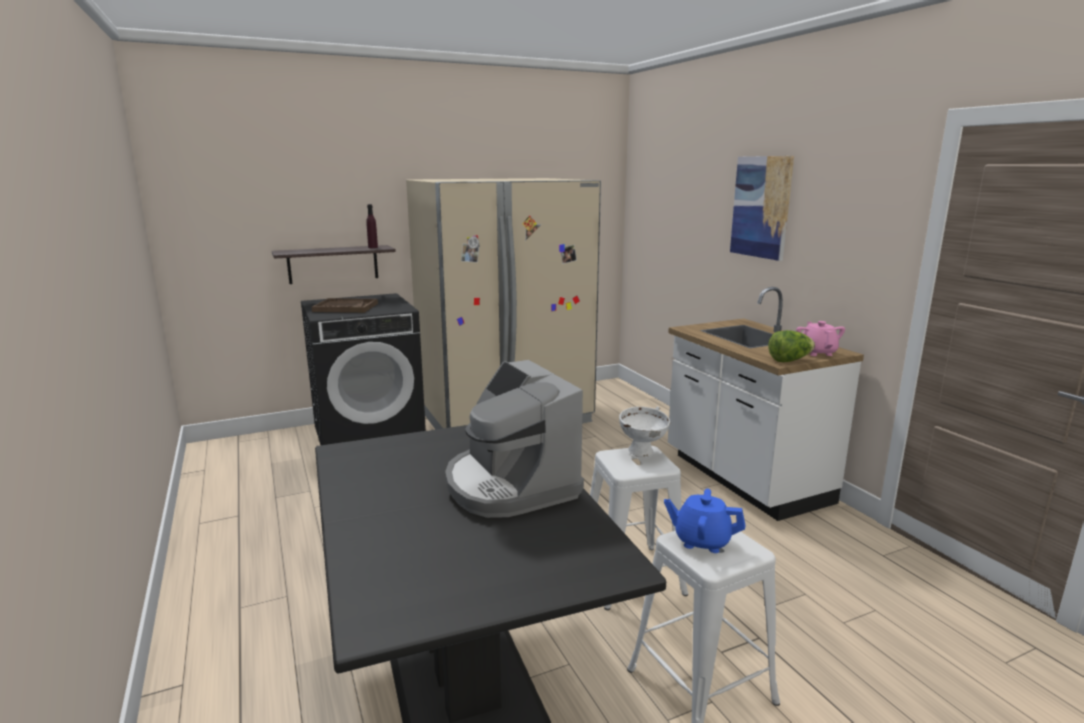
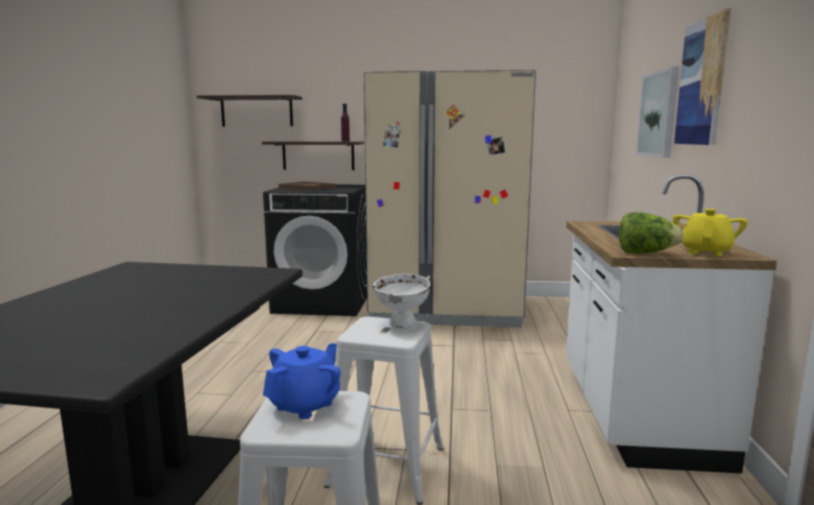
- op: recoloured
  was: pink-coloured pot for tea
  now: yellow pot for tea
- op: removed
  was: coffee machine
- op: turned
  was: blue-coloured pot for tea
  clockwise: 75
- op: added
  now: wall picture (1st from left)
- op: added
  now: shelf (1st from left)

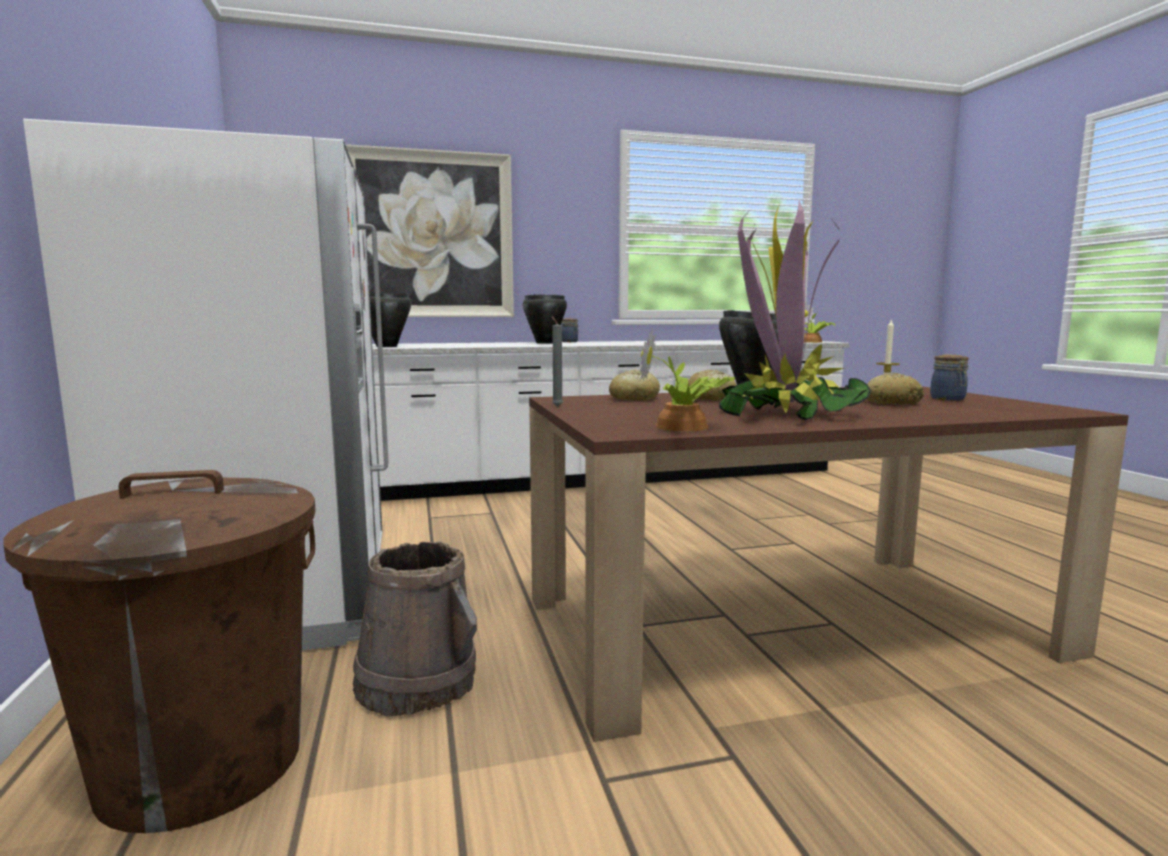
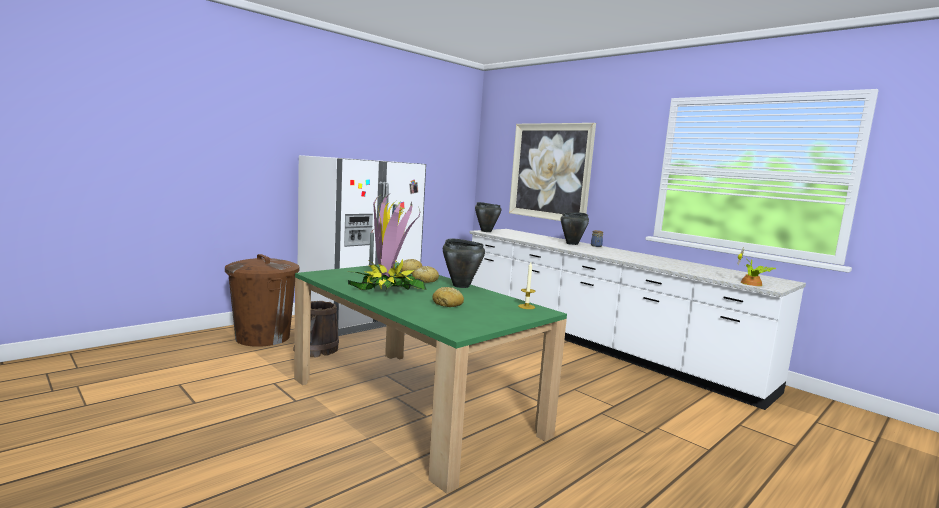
- op: removed
  was: plant in a pot (1st from left)
- op: removed
  was: preserve jar (2nd from left)
- op: recoloured
  was: brown-coloured dinner table
  now: greenish dinner table

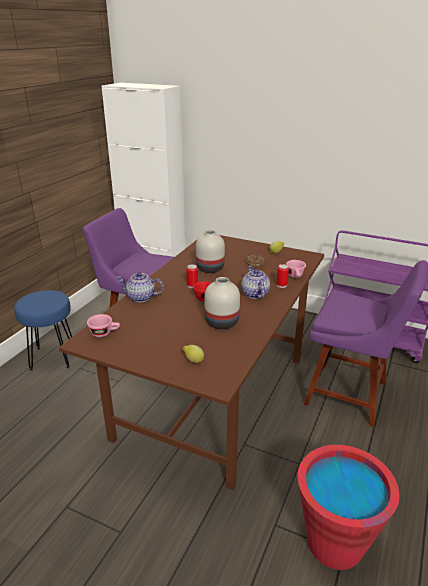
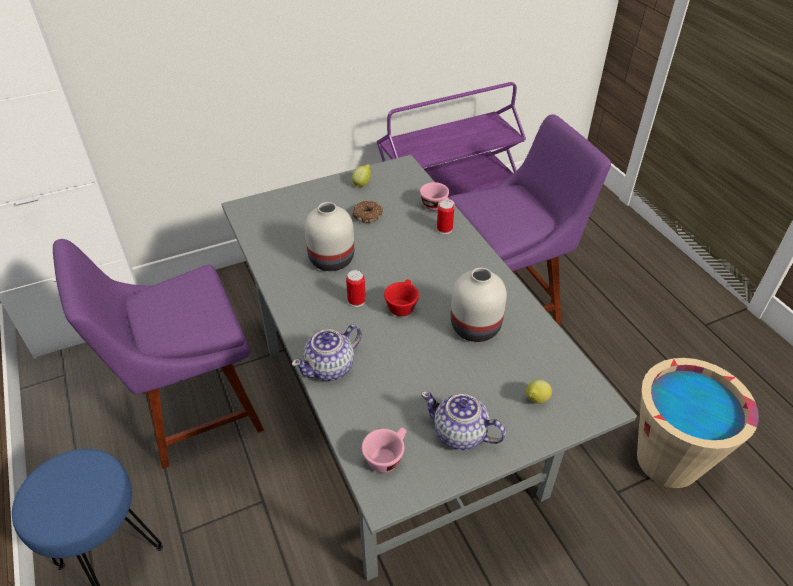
- op: recoloured
  was: brown-coloured dinner table
  now: grey dinner table
- op: moved
  was: pot for tea (2nd from left)
- op: recoloured
  was: reddish water bucket
  now: beige-coloured water bucket

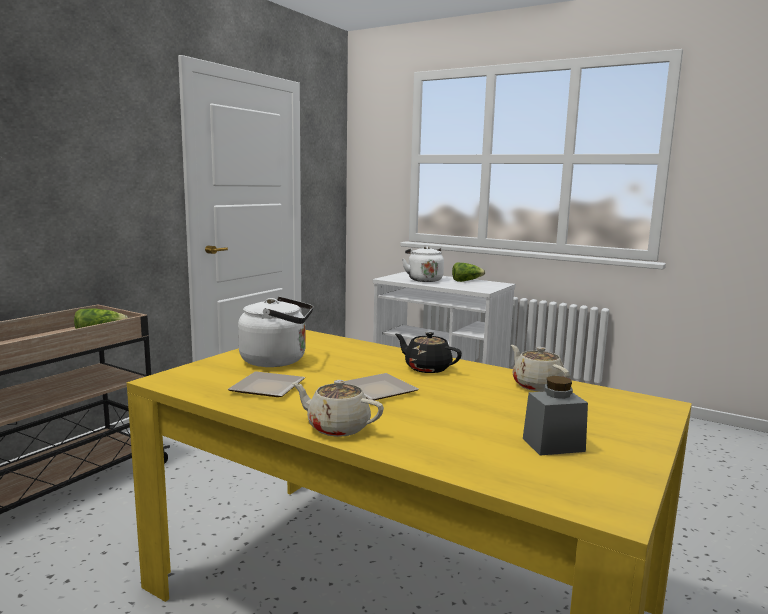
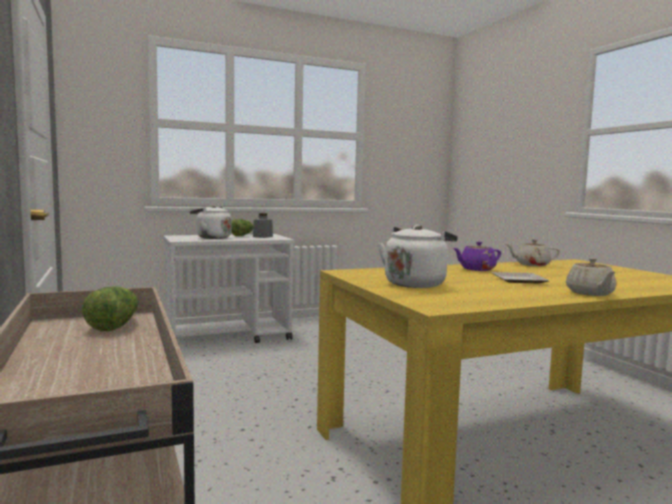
- op: recoloured
  was: black-coloured pot for tea
  now: purple-coloured pot for tea
- op: removed
  was: plate (1st from left)
- op: moved
  was: grey preserve jar
- op: turned
  was: beige-coloured pot for tea (1st from left in the first image)
  clockwise: -60

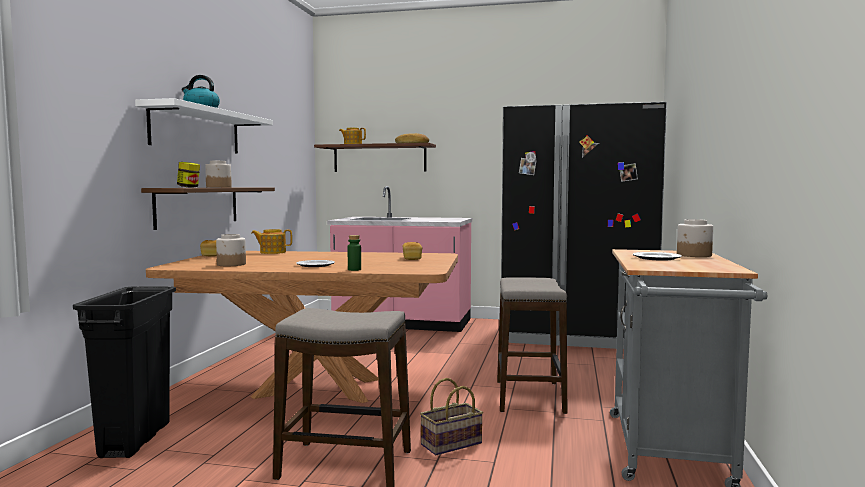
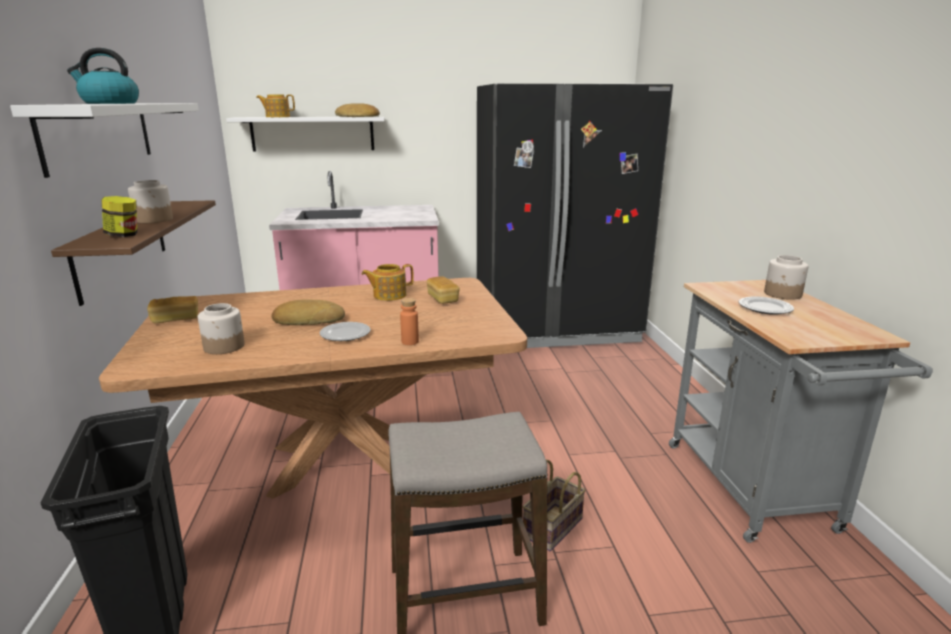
- op: recoloured
  was: brown-coloured shelf (2nd from left)
  now: whitish shelf (2nd from left)
- op: moved
  was: pot for tea (1st from left in the first image)
  now: pot for tea (2nd from left)
- op: recoloured
  was: greenish drink bottle
  now: orange-coloured drink bottle
- op: removed
  was: stool (2nd from left)
- op: added
  now: bakery bread (2nd from left)

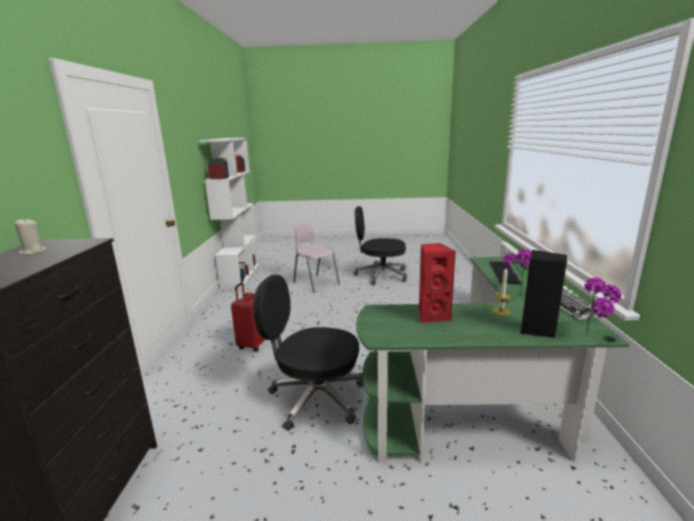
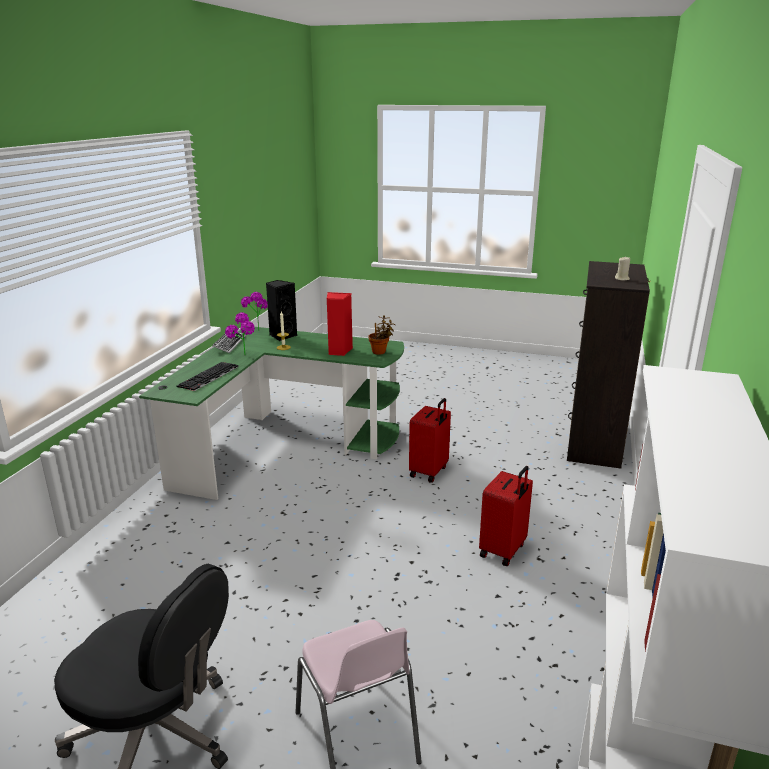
- op: replaced
  was: black-coloured office chair (1st from left)
  now: reddish travel case (1st from left)
- op: added
  now: plant in a pot (3rd from left)

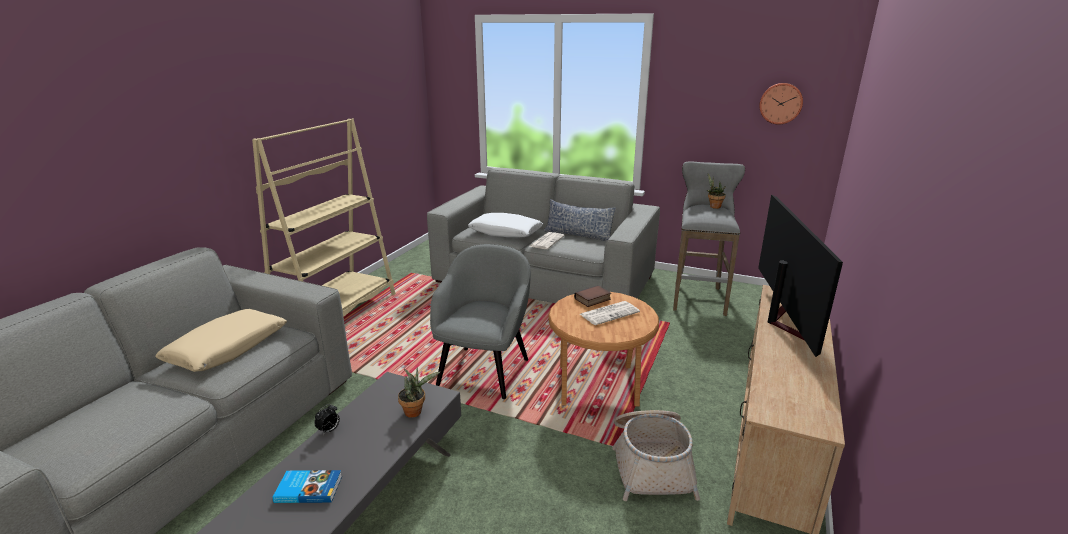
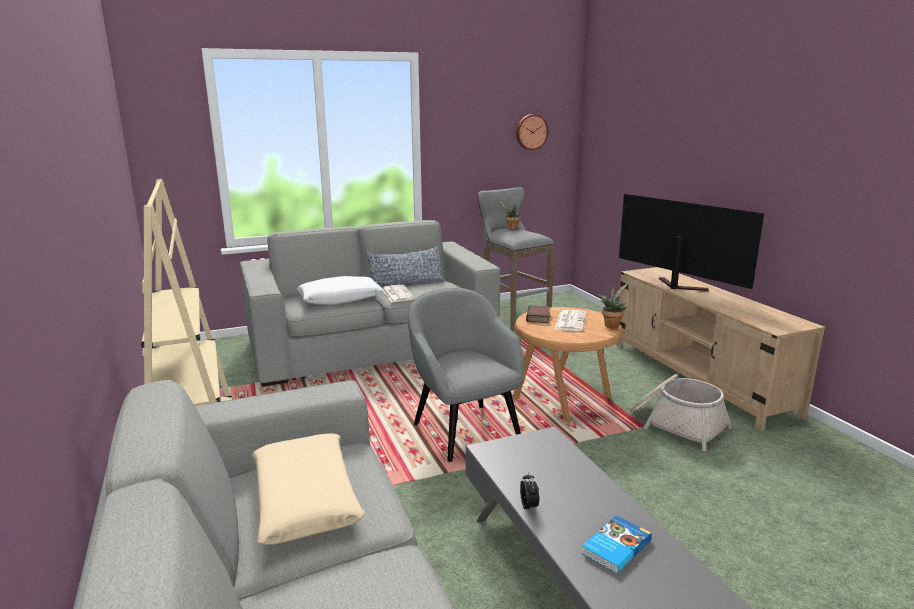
- op: moved
  was: plant in a pot (1st from left in the first image)
  now: plant in a pot (2nd from left)

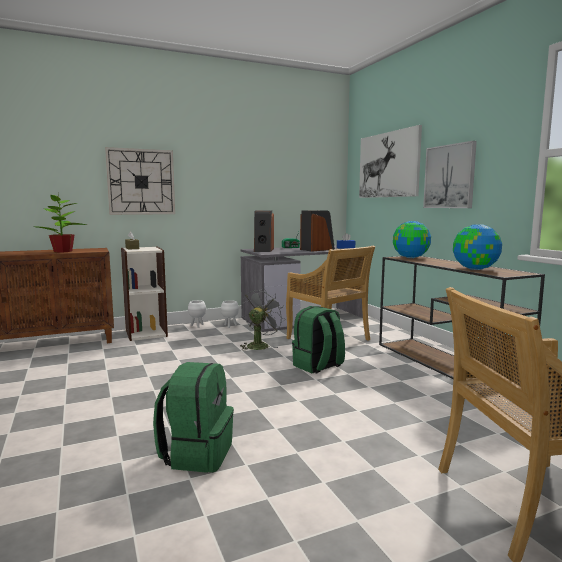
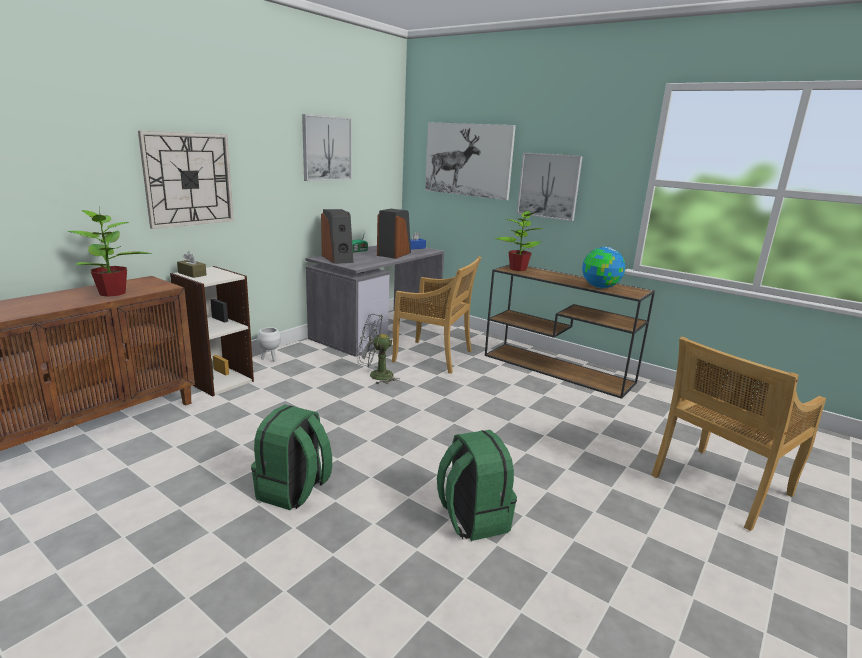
- op: replaced
  was: world globe (1st from left)
  now: plant in a pot (2nd from left)
- op: turned
  was: grey electric fan
  clockwise: -90
- op: removed
  was: whitish plant pot (2nd from left)
- op: moved
  was: greenish knapsack (2nd from left in the first image)
  now: greenish knapsack (1st from left)
- op: added
  now: wall picture (1st from left)

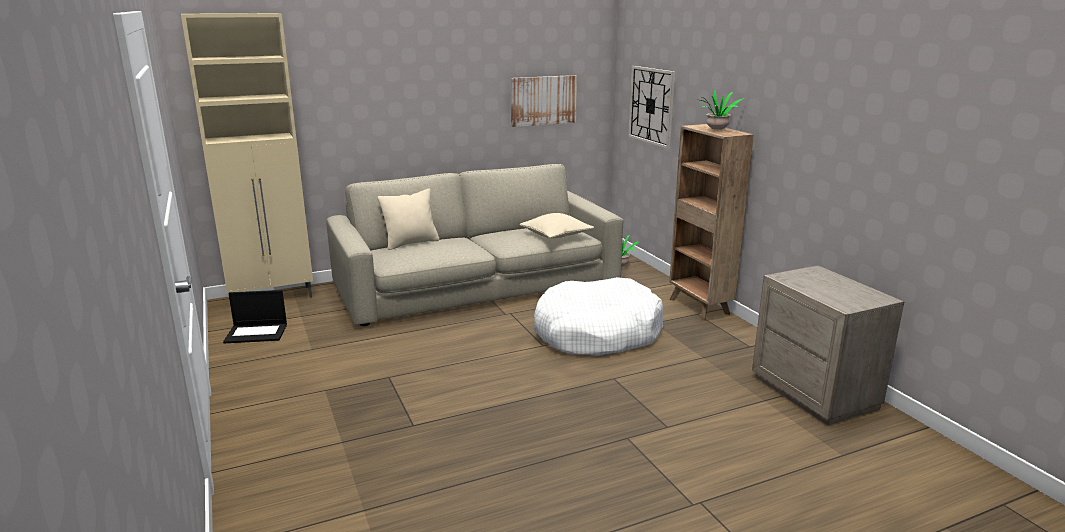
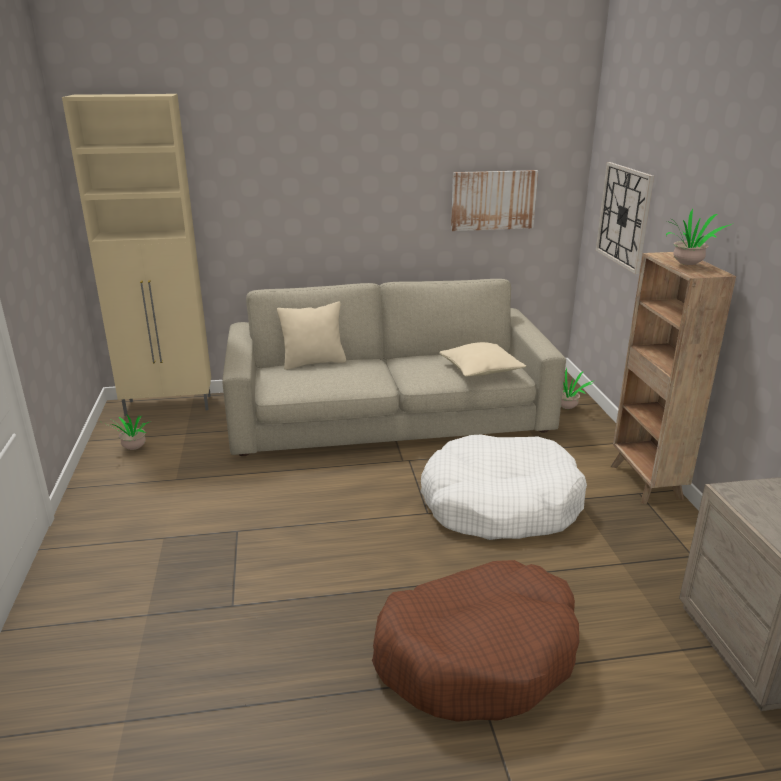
- op: replaced
  was: portable computer
  now: plant in a pot (1st from left)
- op: added
  now: brown-coloured dog cushion

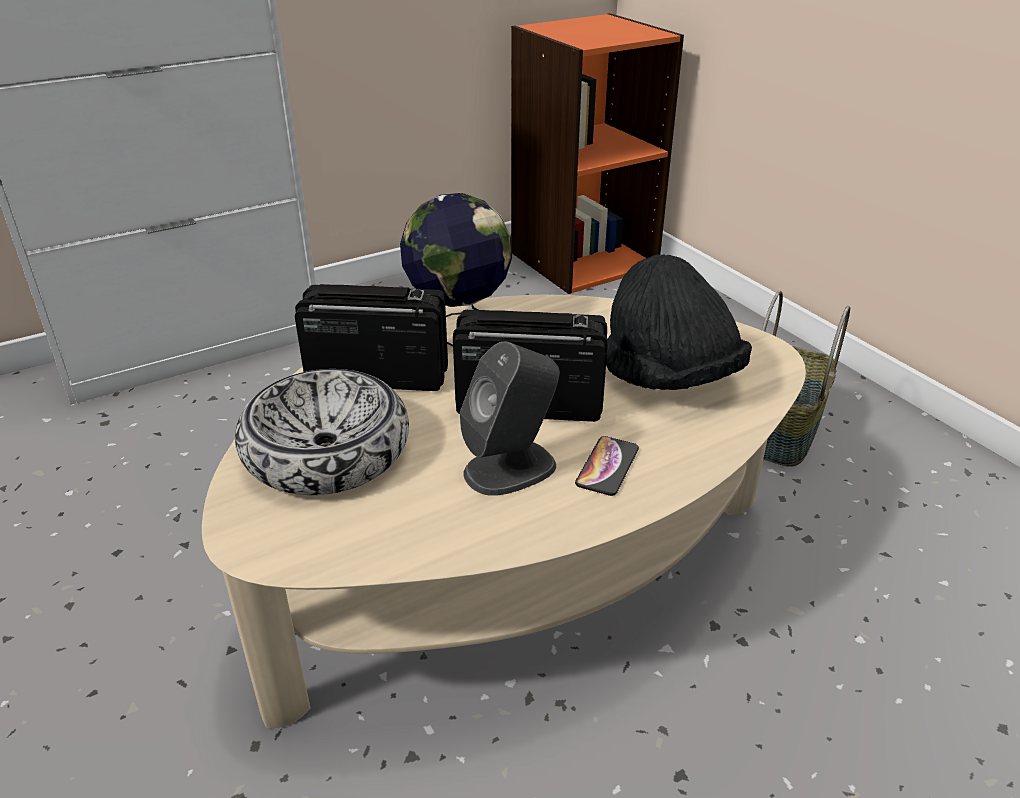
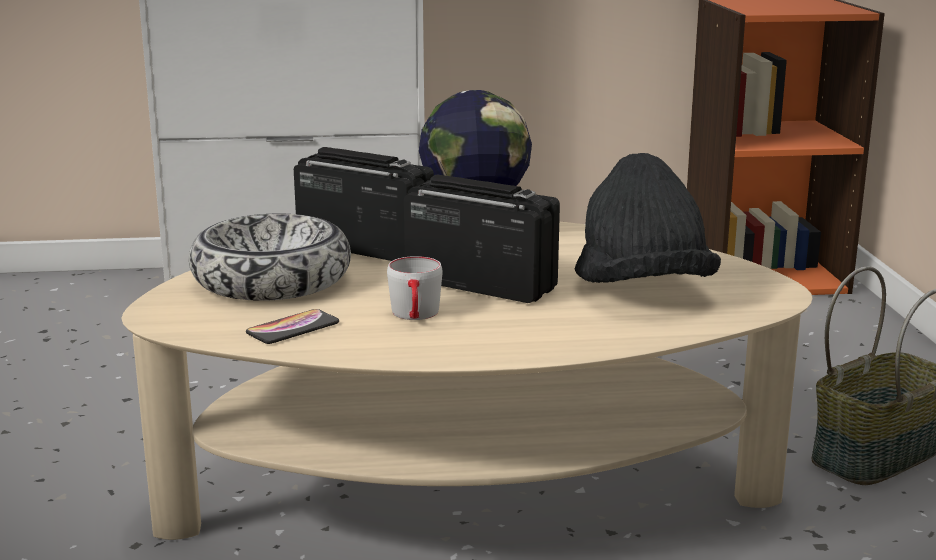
- op: replaced
  was: grey loudspeaker
  now: grey coffee mug
- op: moved
  was: telephone

